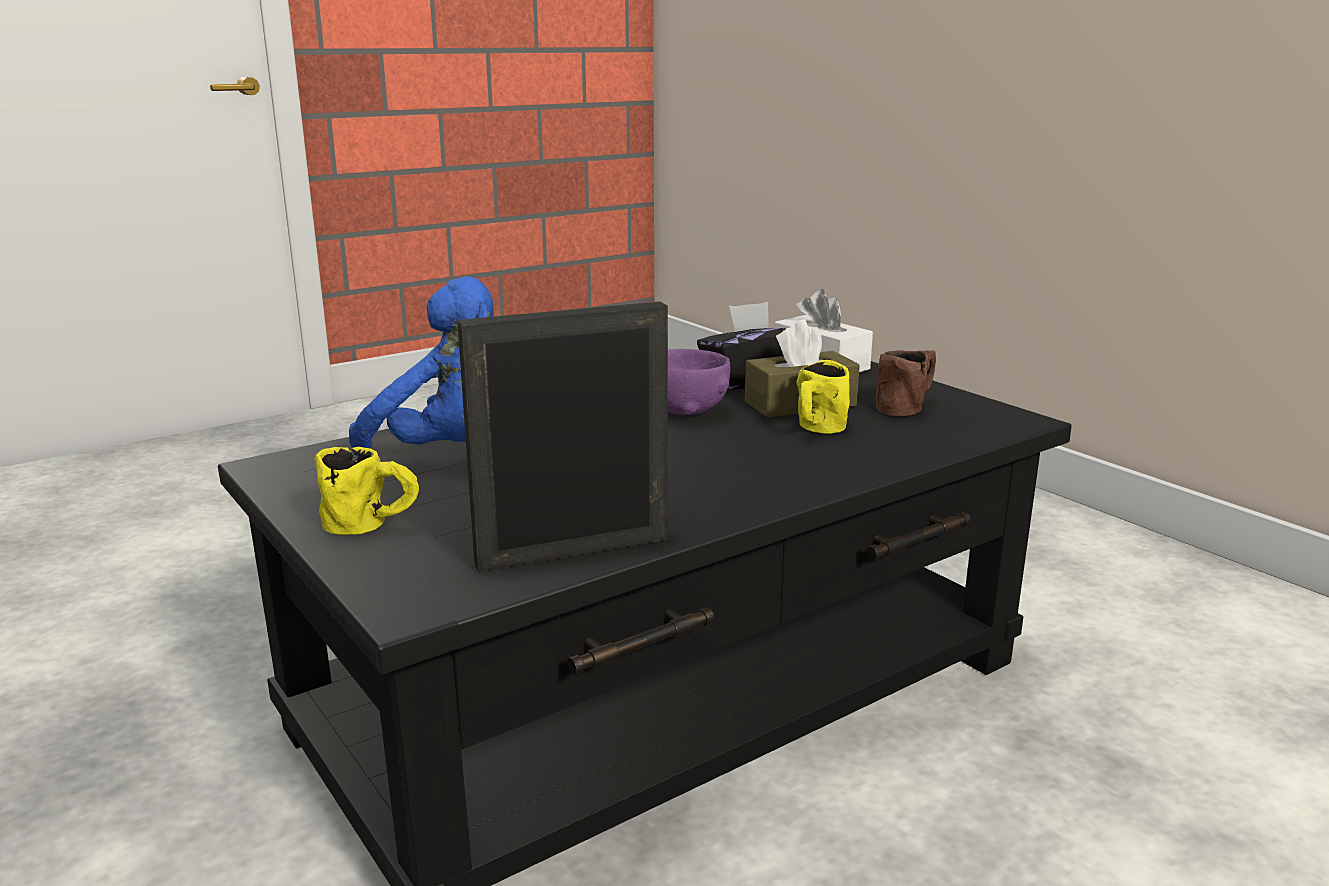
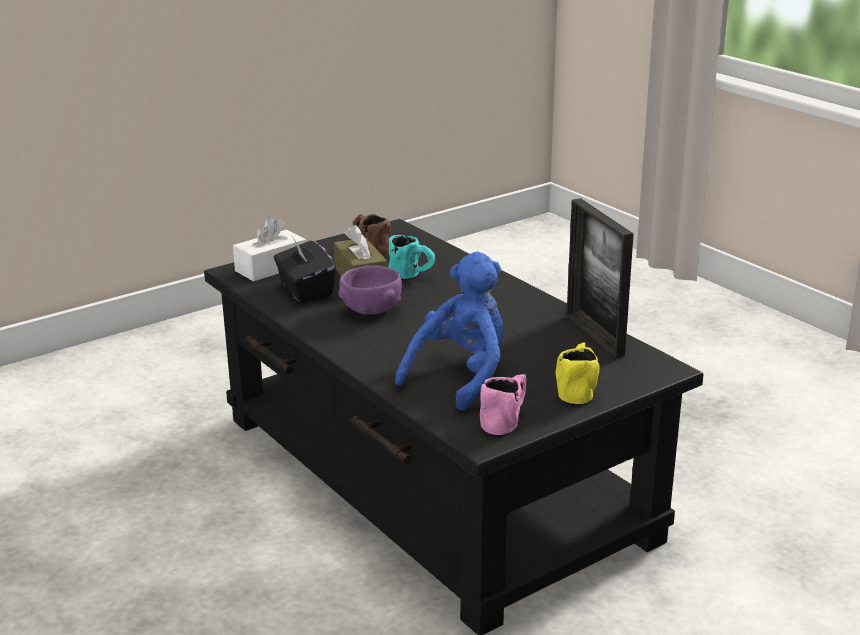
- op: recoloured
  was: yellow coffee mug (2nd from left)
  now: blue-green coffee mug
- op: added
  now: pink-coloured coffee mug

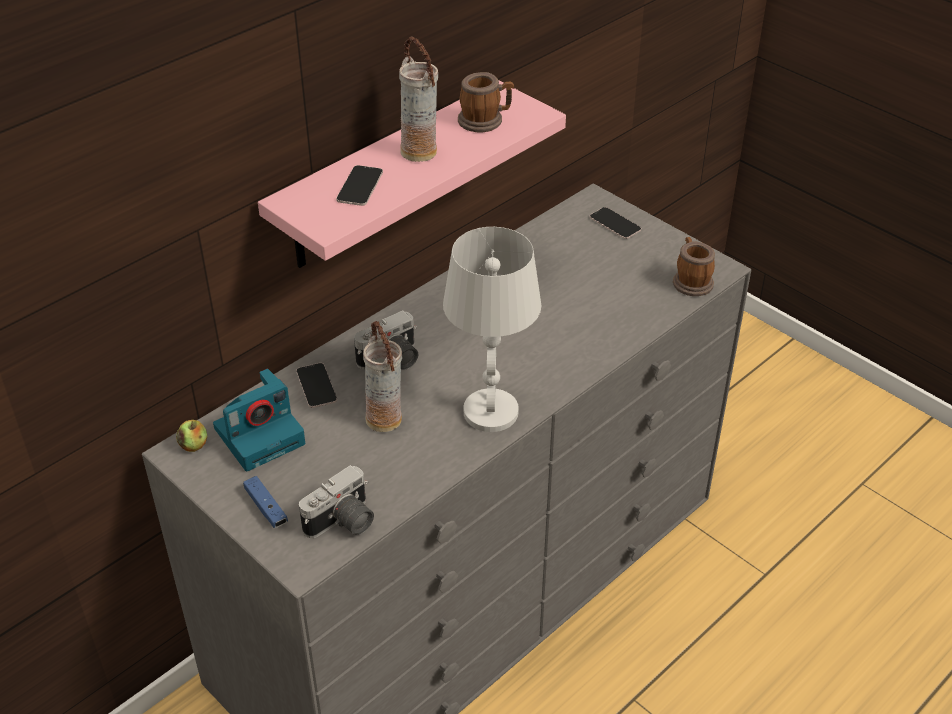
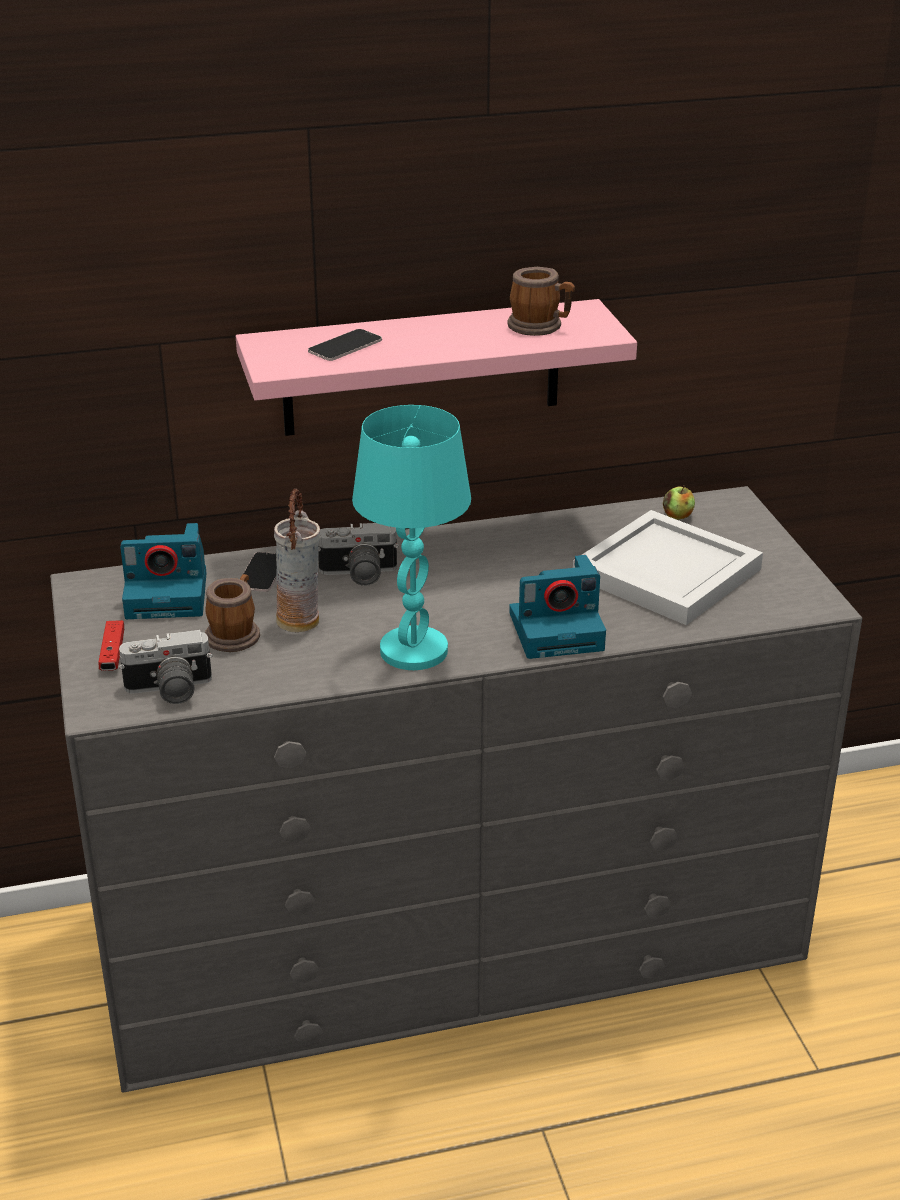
- op: removed
  was: decorative vase (2nd from left)
- op: removed
  was: telephone (3rd from left)
- op: recoloured
  was: whitish tabletop lamp
  now: blue-green tabletop lamp
- op: moved
  was: coffee mug (2nd from left in the first image)
  now: coffee mug (1st from left)
- op: moved
  was: whole apple
- op: recoloured
  was: blue-coloured joypad
  now: reddish joypad
- op: added
  now: whitish carrying tray
- op: added
  now: photo camera (4th from left)

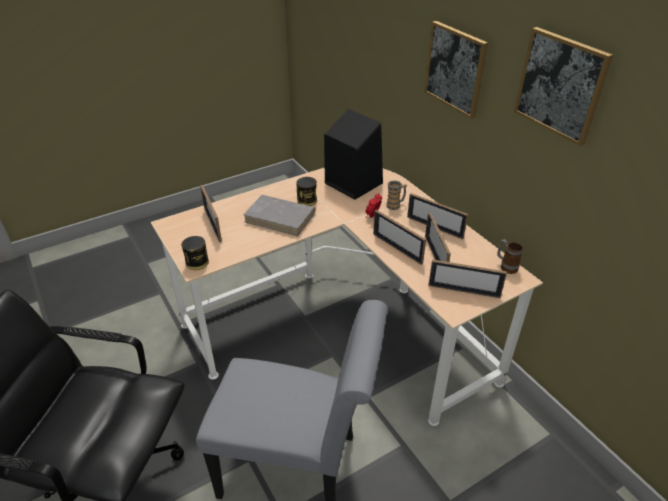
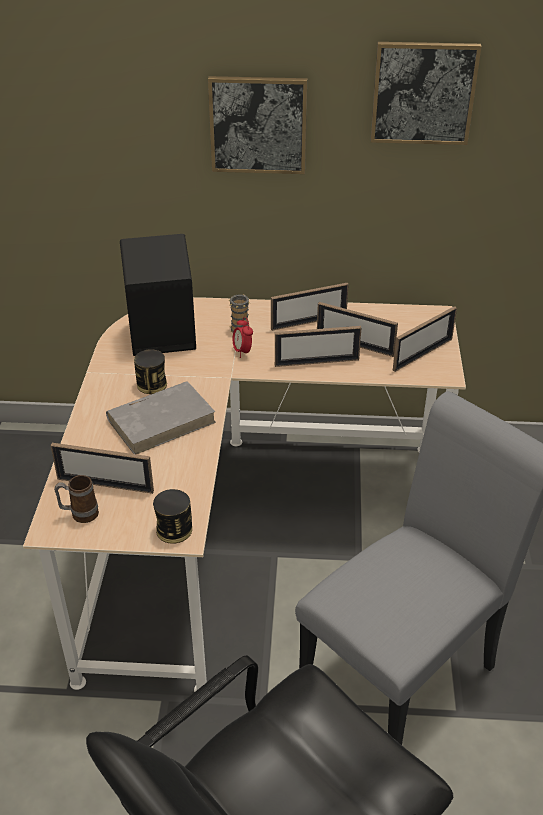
- op: moved
  was: coffee mug (2nd from left in the first image)
  now: coffee mug (1st from left)

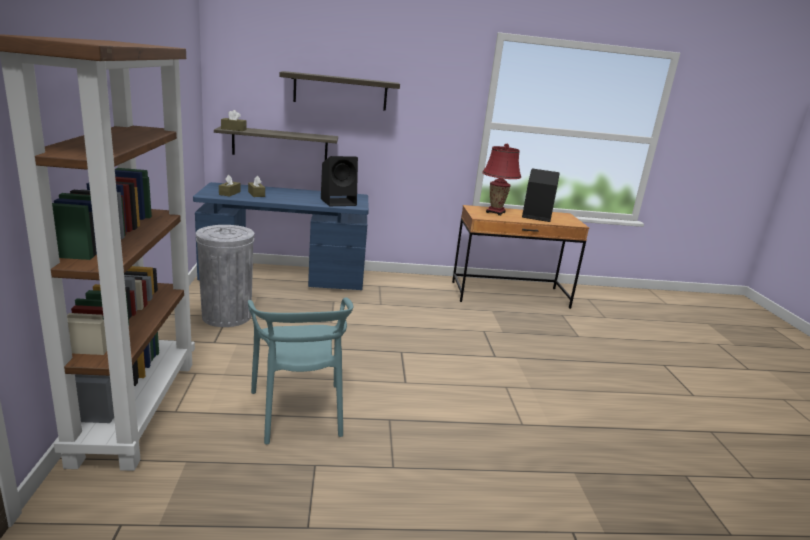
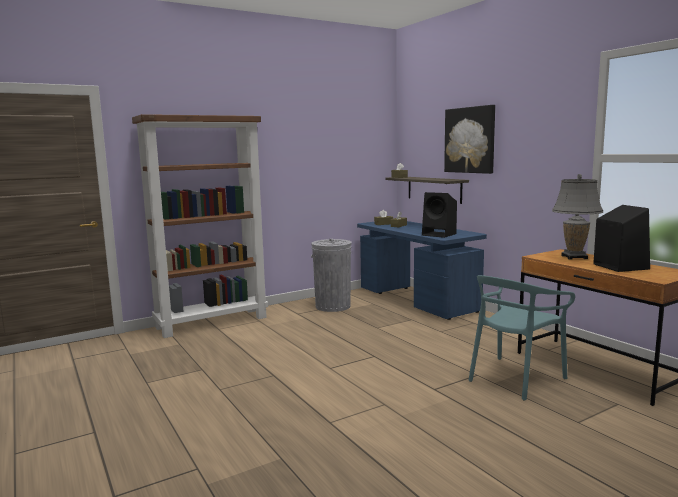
- op: replaced
  was: shelf (2nd from left)
  now: wall picture
- op: recoloured
  was: reddish tabletop lamp
  now: grey tabletop lamp
- op: moved
  was: blue-green plain chair

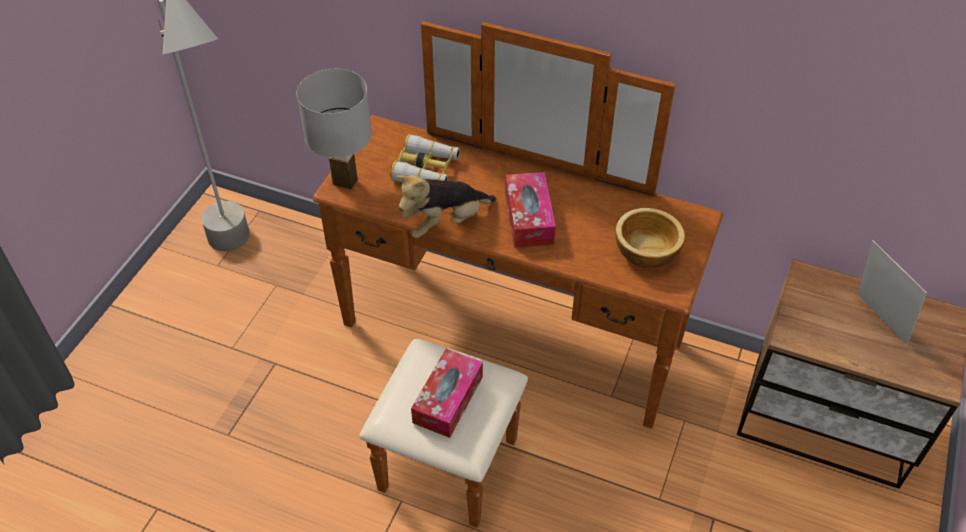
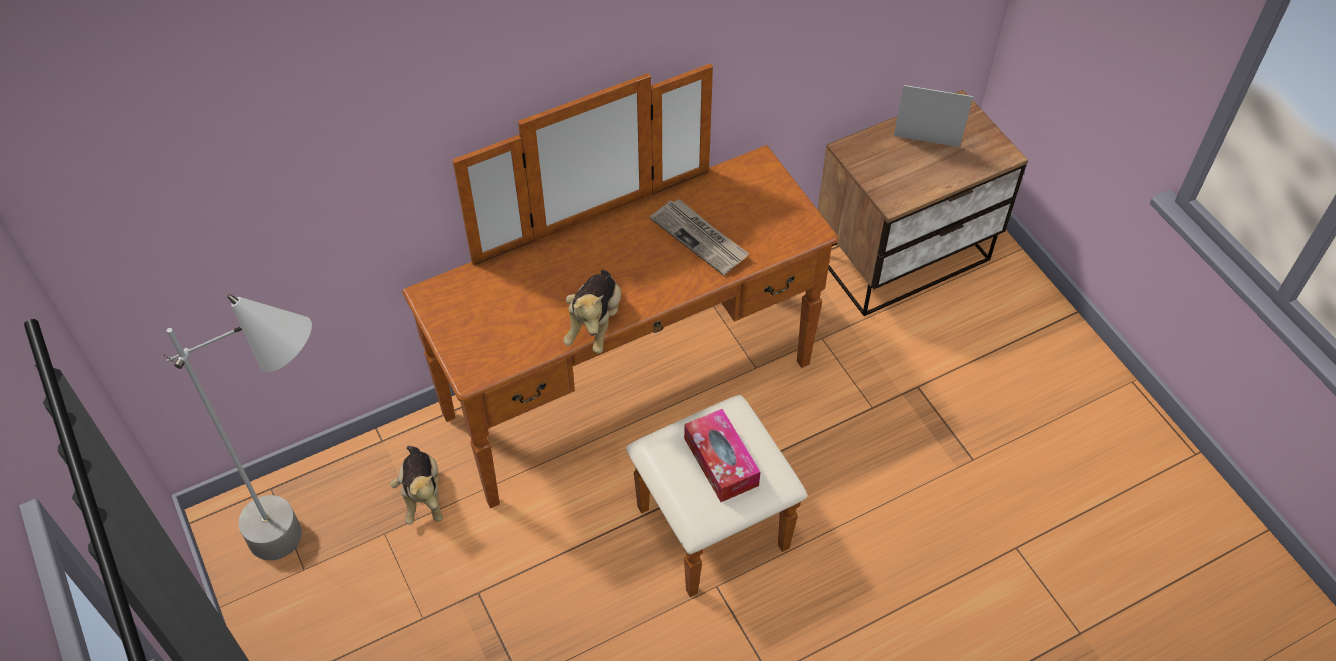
- op: removed
  was: whitish tabletop lamp
- op: removed
  was: pair of binoculars
- op: removed
  was: tissue holder (2nd from left)
- op: removed
  was: bowl
- op: added
  now: daily paper
- op: added
  now: cuddly toy (1st from left)

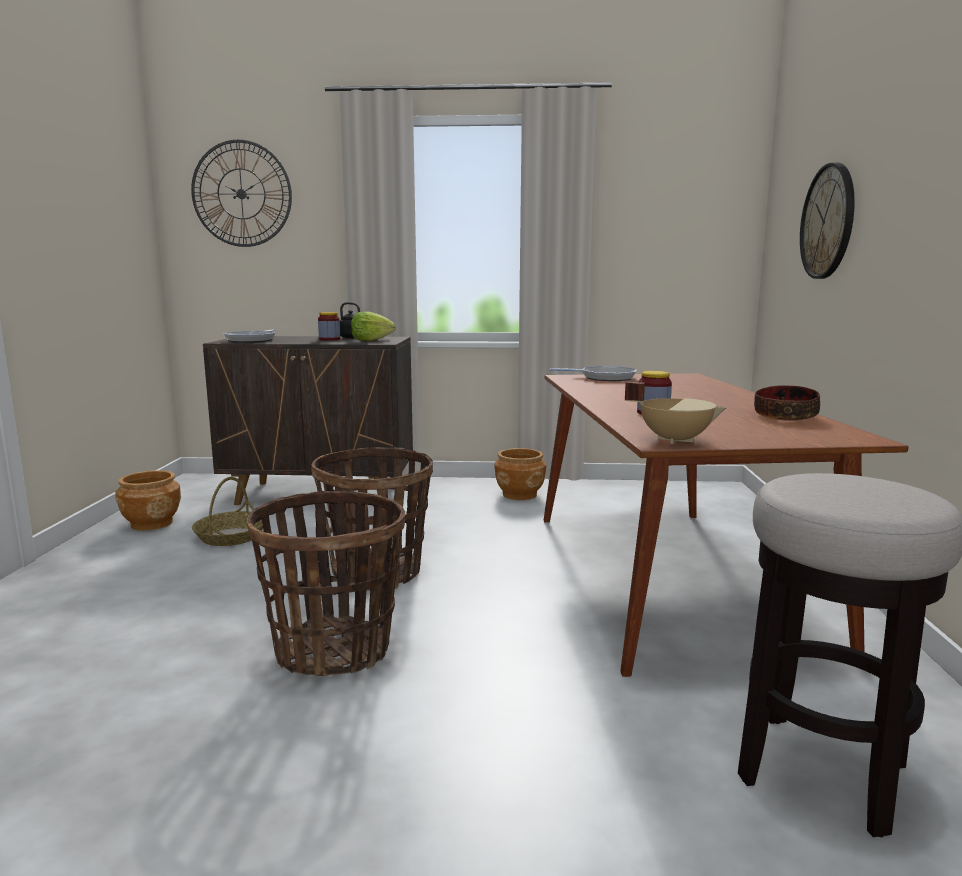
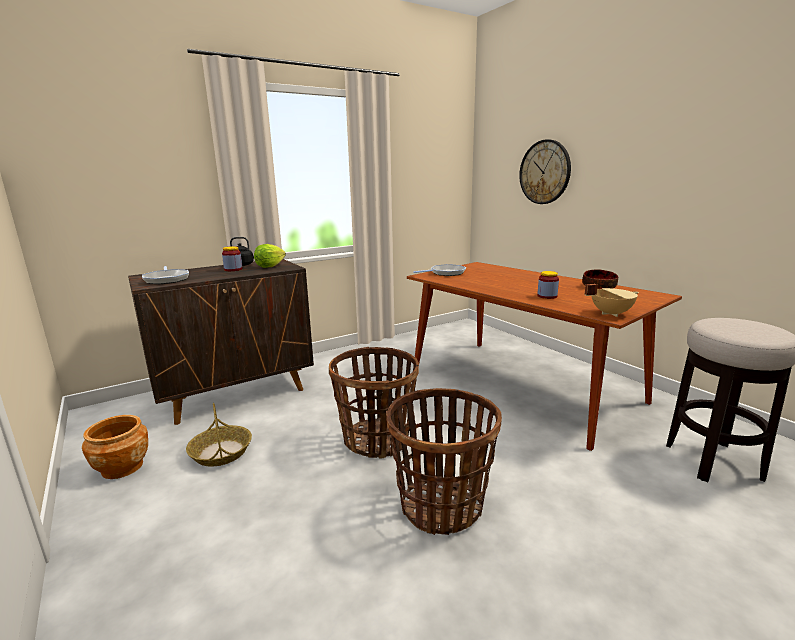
- op: removed
  was: wall clock (1st from left)
- op: removed
  was: brown-coloured plant pot (2nd from left)

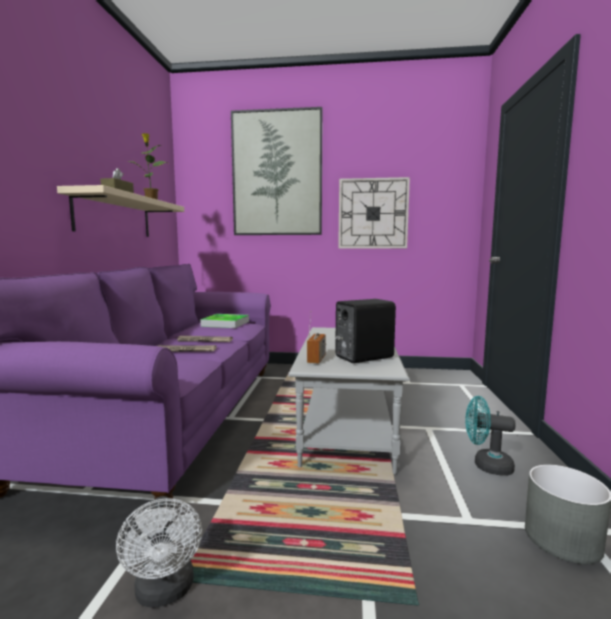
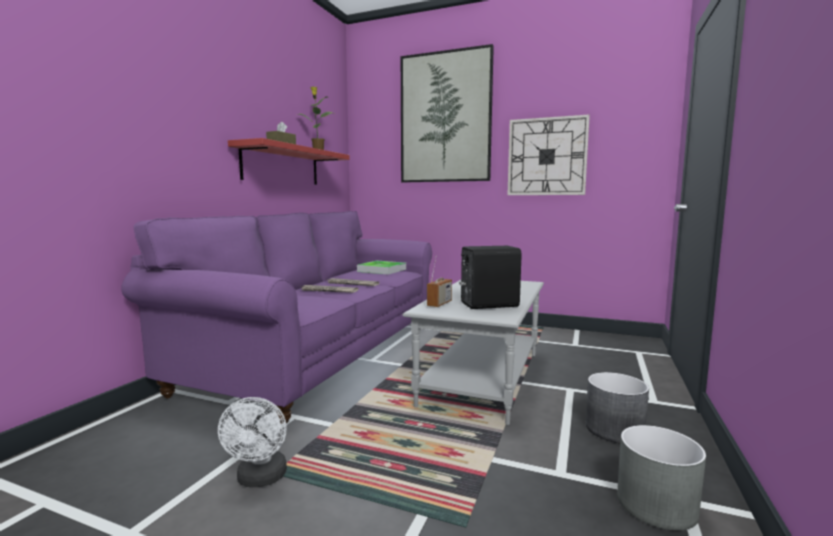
- op: recoloured
  was: beige-coloured shelf
  now: reddish shelf
- op: replaced
  was: blue-green electric fan
  now: grey plant pot (1st from left)

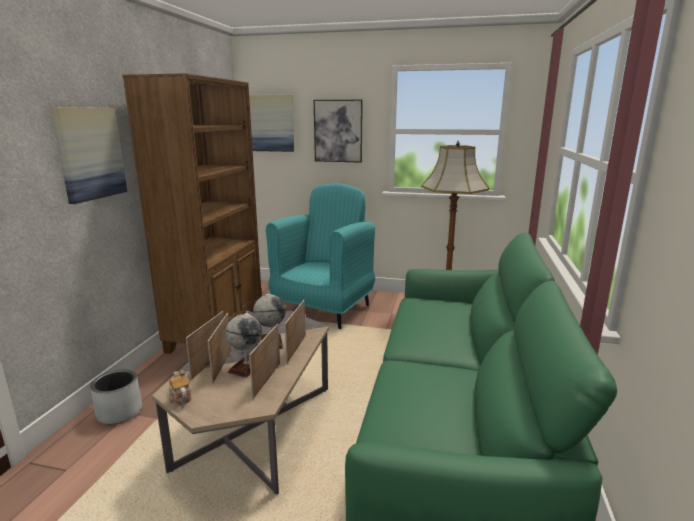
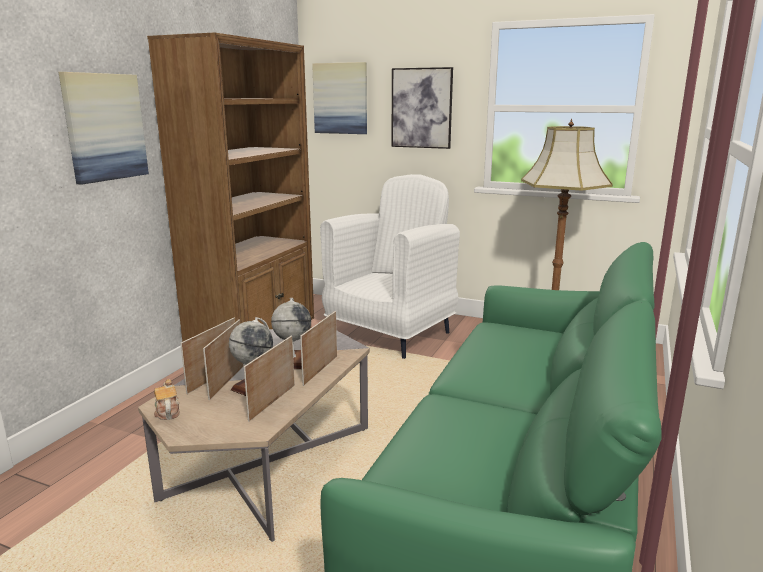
- op: recoloured
  was: blue-green easy chair
  now: whitish easy chair
- op: removed
  was: grey plant pot

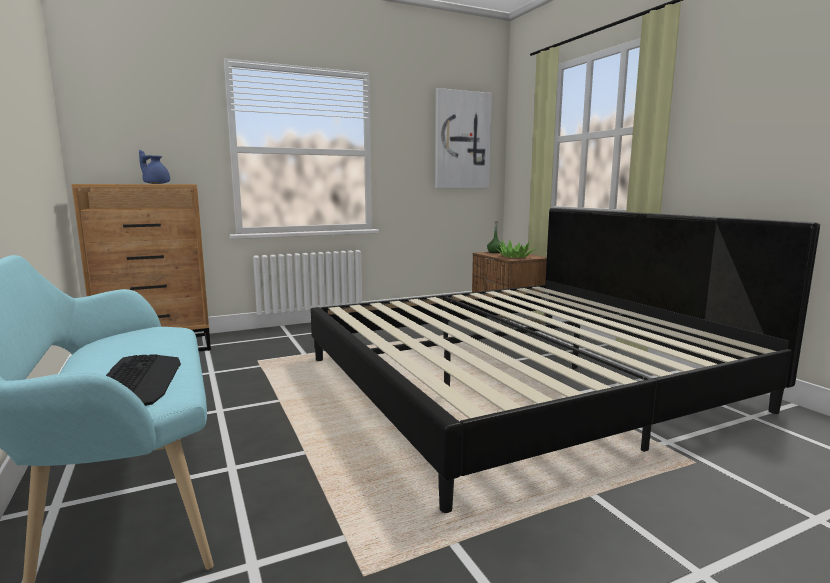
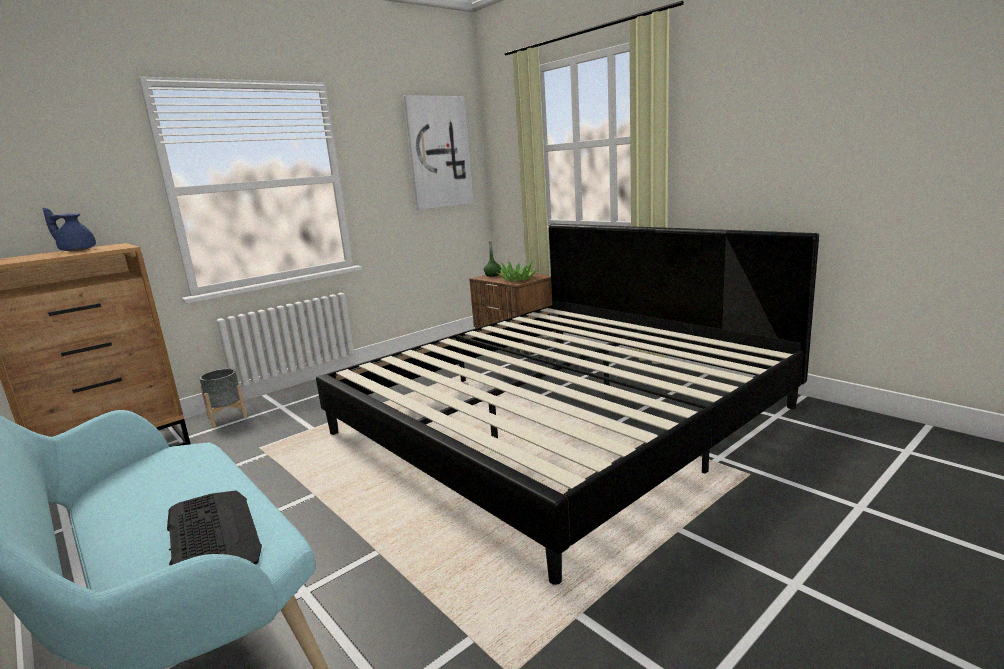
- op: added
  now: grey plant pot

